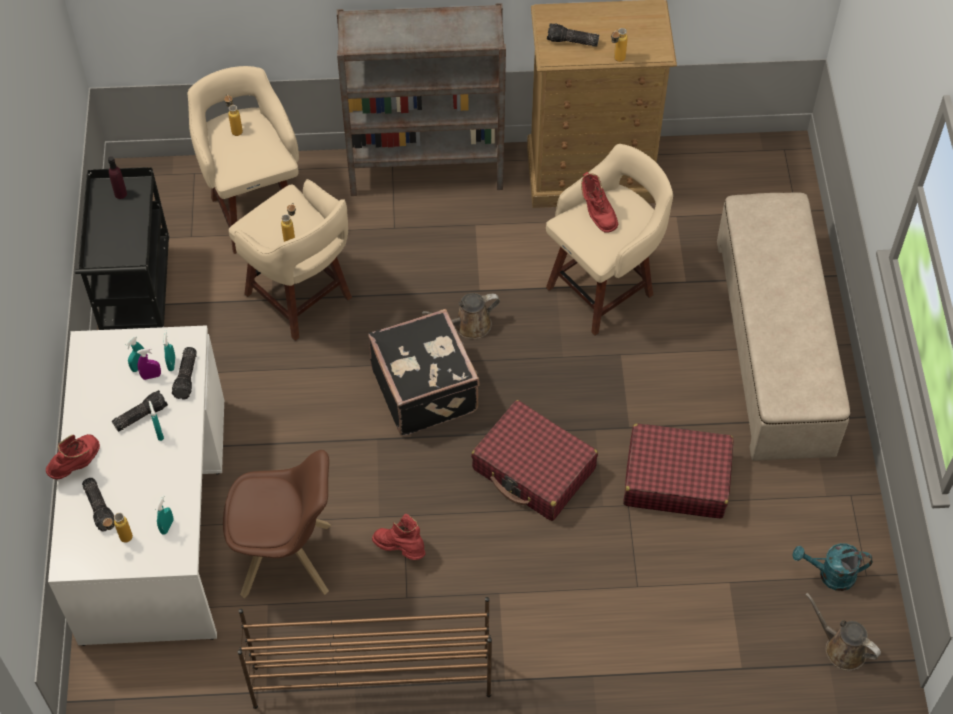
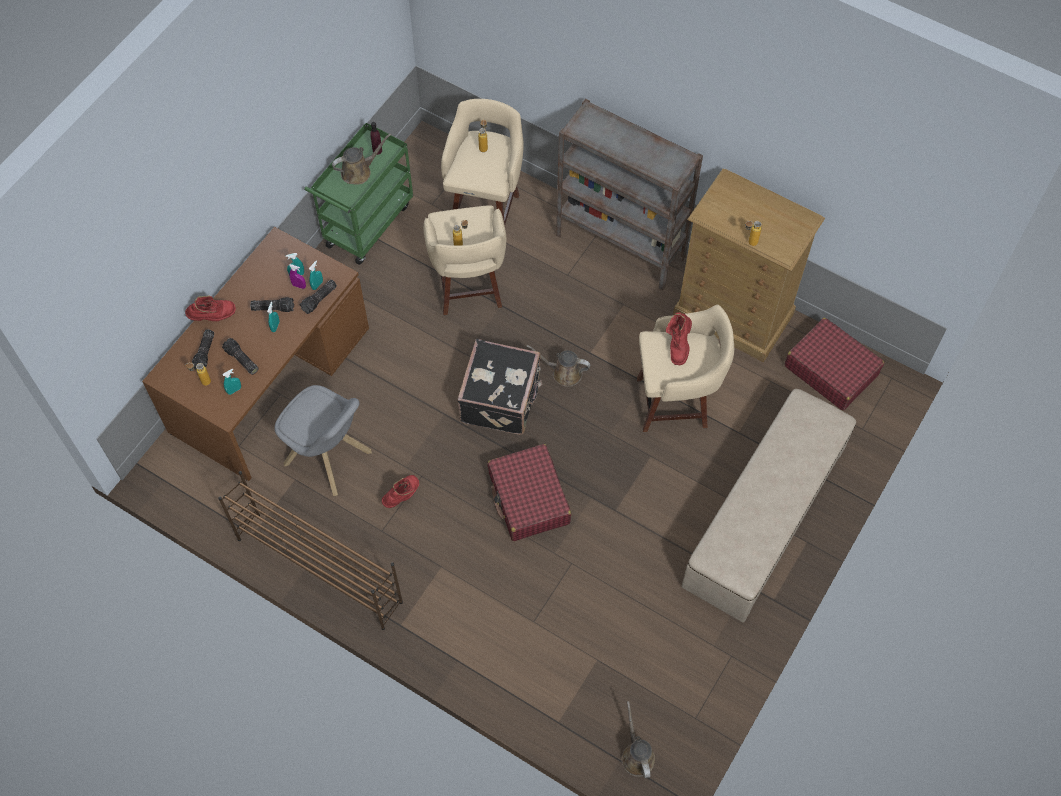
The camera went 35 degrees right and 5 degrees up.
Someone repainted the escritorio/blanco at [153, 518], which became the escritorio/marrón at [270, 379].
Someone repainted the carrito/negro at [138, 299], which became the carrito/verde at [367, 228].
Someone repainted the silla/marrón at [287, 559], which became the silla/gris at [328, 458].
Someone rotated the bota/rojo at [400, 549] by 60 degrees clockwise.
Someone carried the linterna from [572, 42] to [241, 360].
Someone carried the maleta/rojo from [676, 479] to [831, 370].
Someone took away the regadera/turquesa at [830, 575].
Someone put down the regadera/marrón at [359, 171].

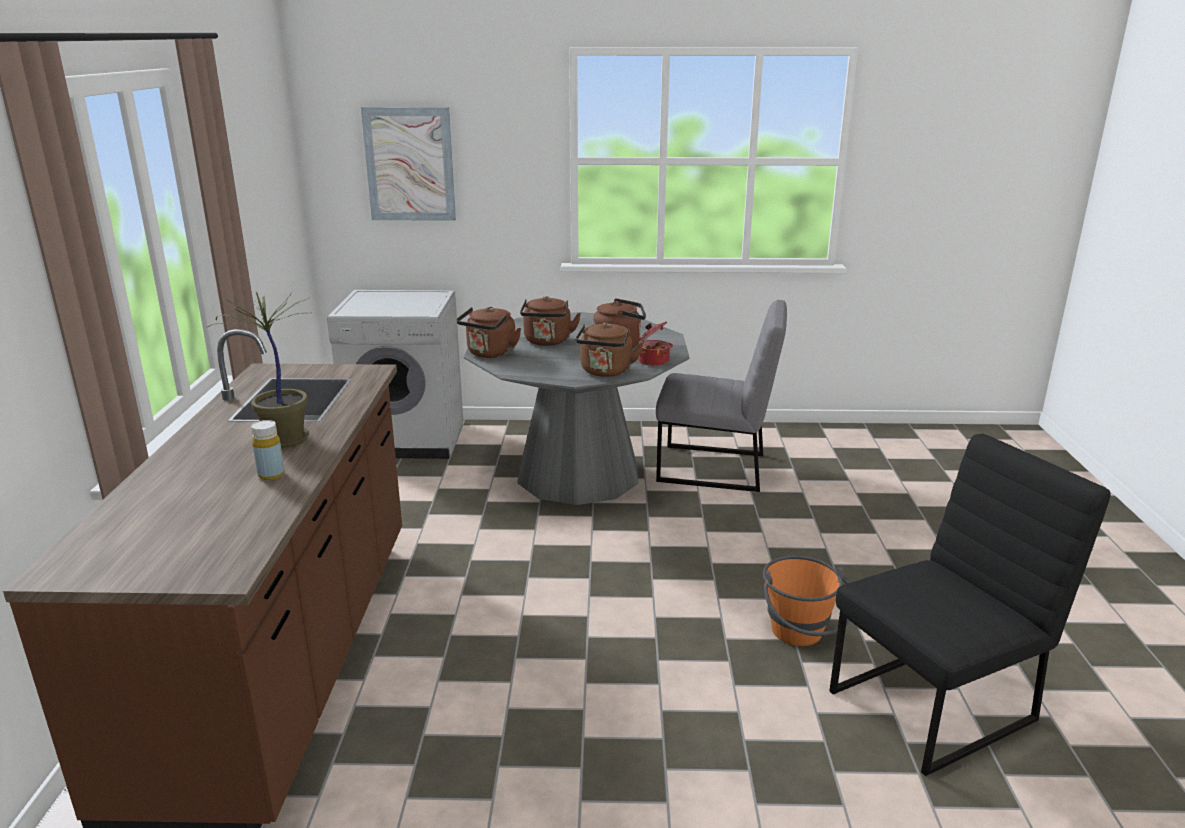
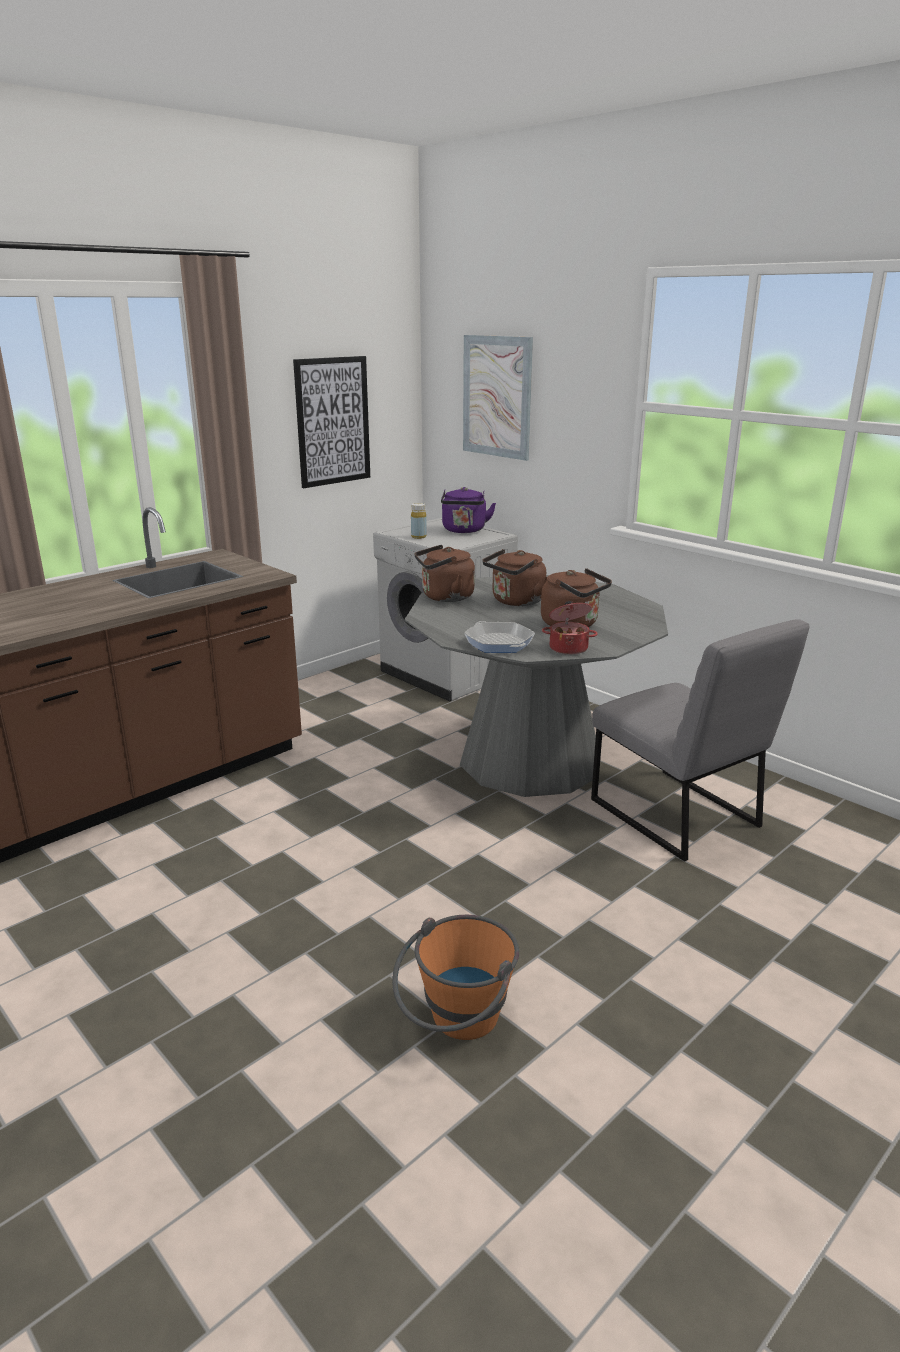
The camera went 45 degrees right and 0 degrees up.
Someone took away the planta en maceta at [283, 440].
Someone carried the botella/amarillo from [271, 475] to [418, 537].
Someone swapped the hervidor/marrón at [606, 372] for the sartén at [499, 643].
Someone took away the silla/negro at [937, 704].
Someone put up the cuadro at [332, 421].
Someone put down the hervidor/morado at [464, 530].

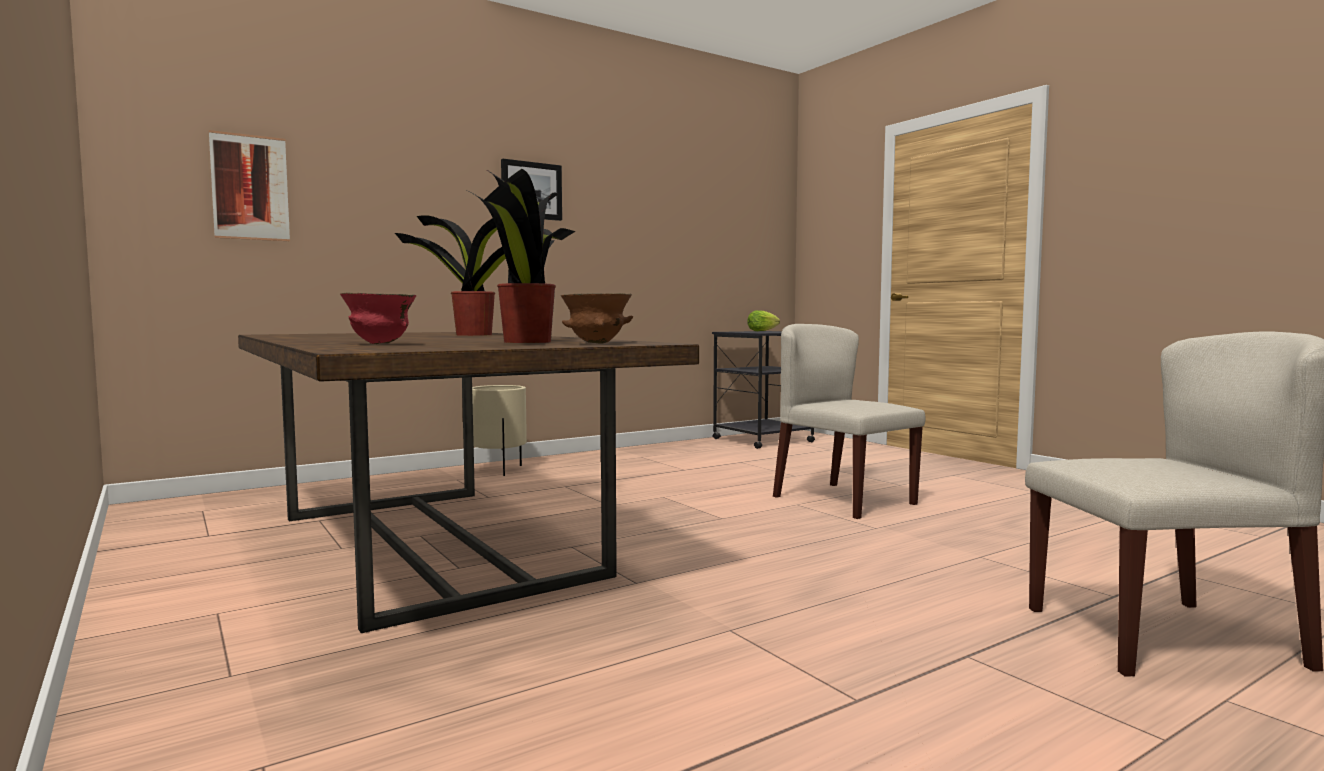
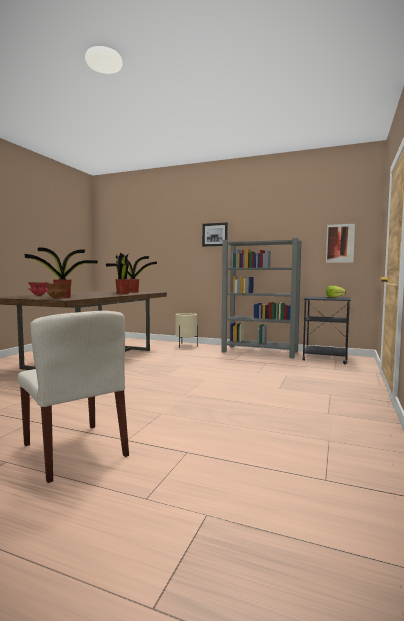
The camera went 55 degrees right and 0 degrees up.
Someone carried the cuadro from [250, 187] to [340, 243].
Someone took away the silla/beis at [842, 500].
Someone put down the planta en maceta at [132, 292].
Someone put down the estantería/gris at [260, 352].

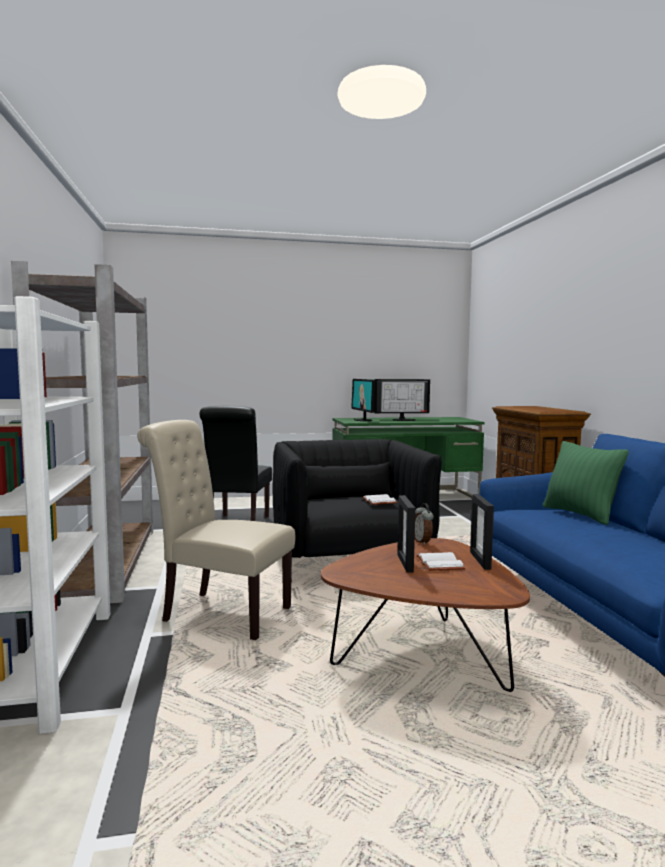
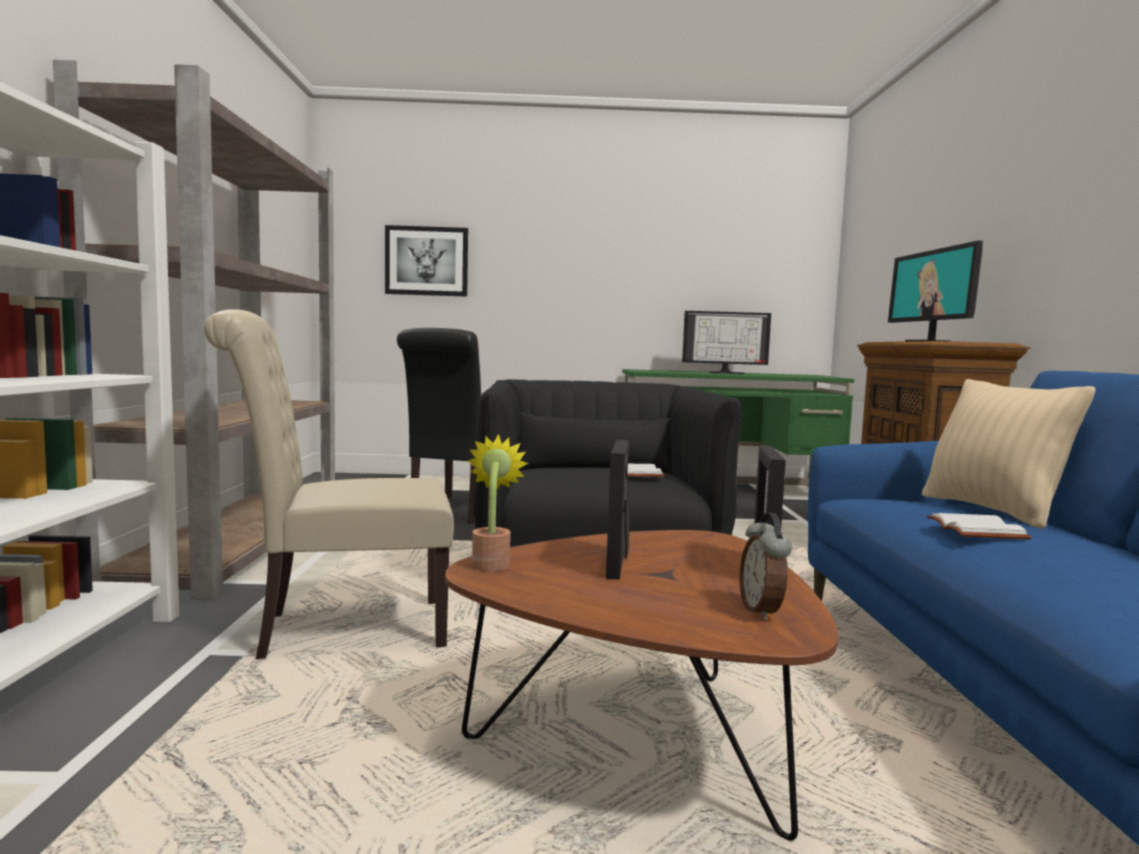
The camera went 10 degrees right and 0 degrees up.
Someone rotated the silla/beis at [220, 613] by 45 degrees counterclockwise.
Someone carried the monitor from [363, 420] to [928, 342].
Someone carried the despertador from [423, 542] to [762, 611].
Someone carried the libro/blanco from [438, 563] to [973, 529].
Someone repainted the cojín/verde at [580, 514], which became the cojín/beis at [992, 510].
Someone put up the cuadro at [426, 261].
Someone put down the planta en maceta at [492, 562].

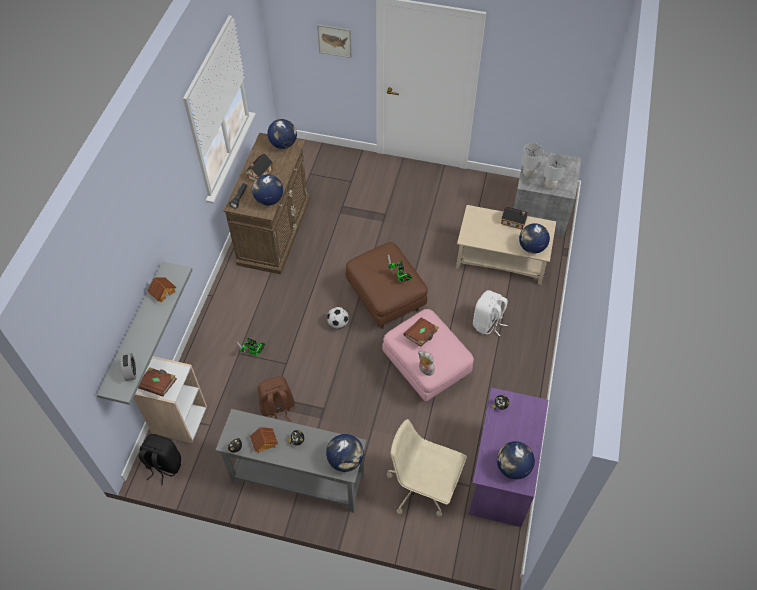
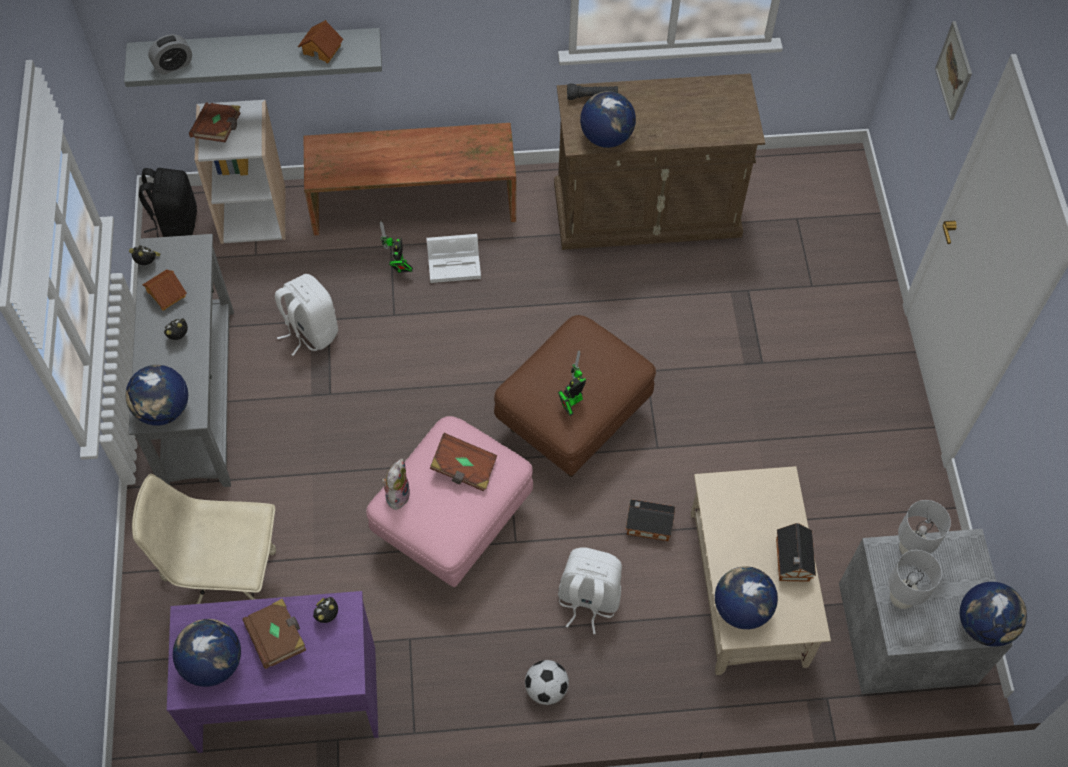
The camera went 70 degrees right and 5 degrees up.
Someone carried the casita from [259, 174] to [647, 524].
Someone repainted the mochila/marrón at [277, 408], which became the mochila/blanco at [310, 331].
Someone carried the globo terráqueo from [283, 144] to [984, 625].
Someone carried the balón de fútbol from [338, 323] to [546, 688].
Someone rotated the silla de oficina/beis at [423, 489] by 90 degrees counterclockwise.
Someone put down the libro/marrón at [277, 638].
Someone put down the banco/marrón at [415, 200].
Someone put down the caja de almacenaje/blanco at [455, 264].

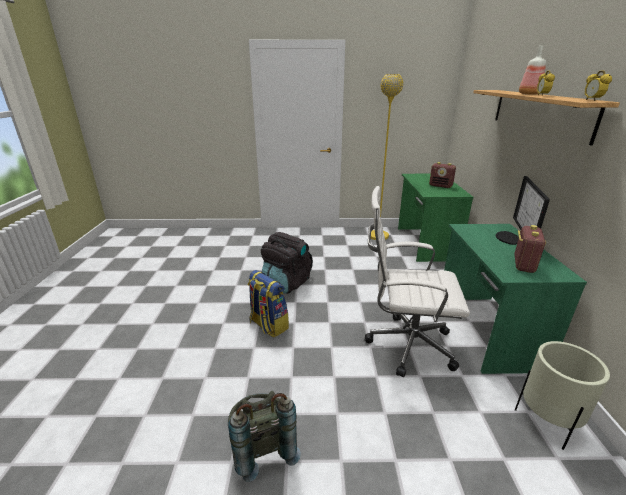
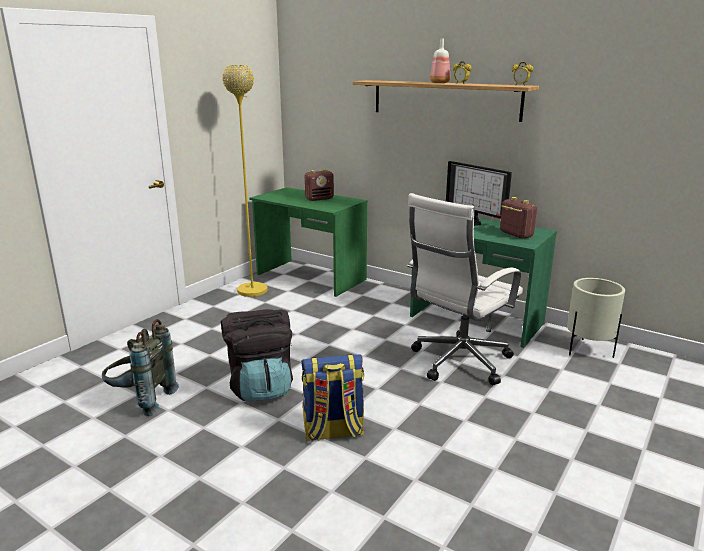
The camera went 55 degrees left and 5 degrees down.
Someone carried the mochila/gris from [262, 448] to [141, 400].

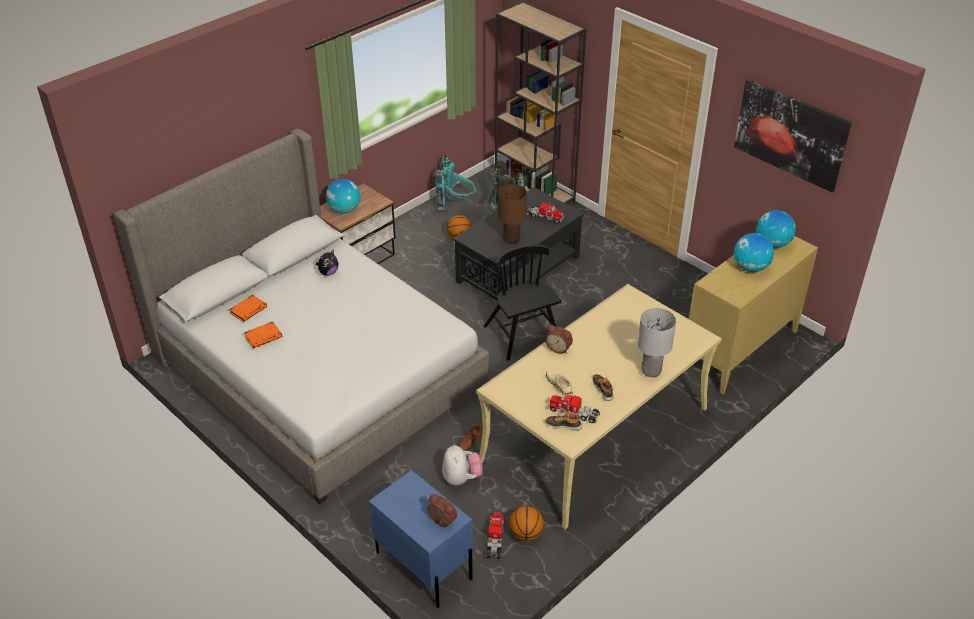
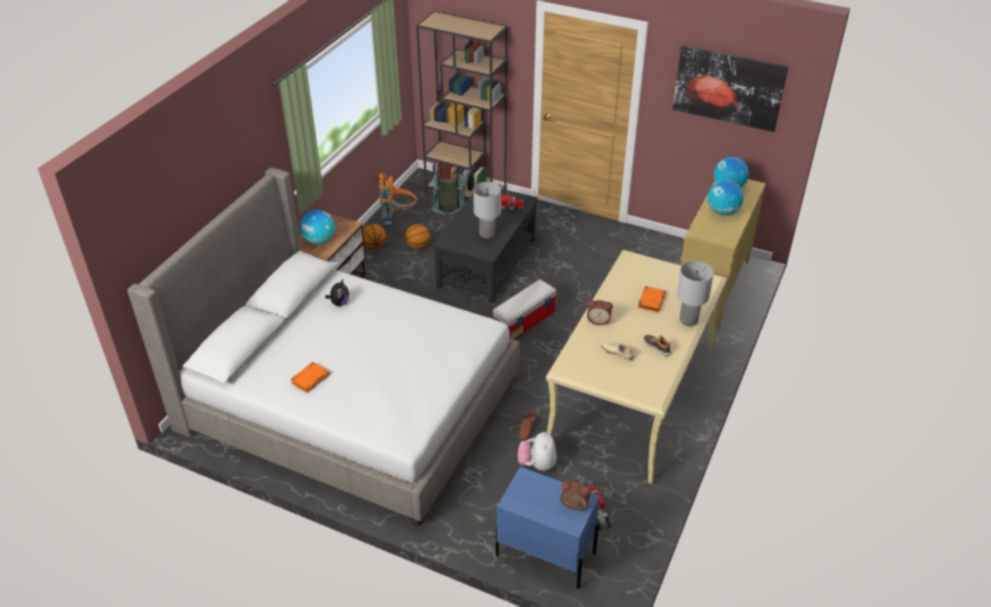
The camera went 20 degrees left and 0 degrees up.
Someone carried the libro/naranja from [248, 310] to [651, 301].
Someone repainted the mochila/turquesa at [455, 204], which became the mochila/naranja at [398, 216].
Someone rotated the peluche at [461, 478] by 150 degrees counterclockwise.
Someone swapped the silla/negro at [523, 337] for the caja de almacenaje at [524, 322].
Someone repainted the lámpara de mesa/marrón at [511, 240], which became the lámpara de mesa/gris at [487, 235].
Someone carried the balón de baloncesto from [525, 534] to [374, 246].
Someone took away the zapato at [563, 424].
Someone took away the camión de juguete at [574, 412].

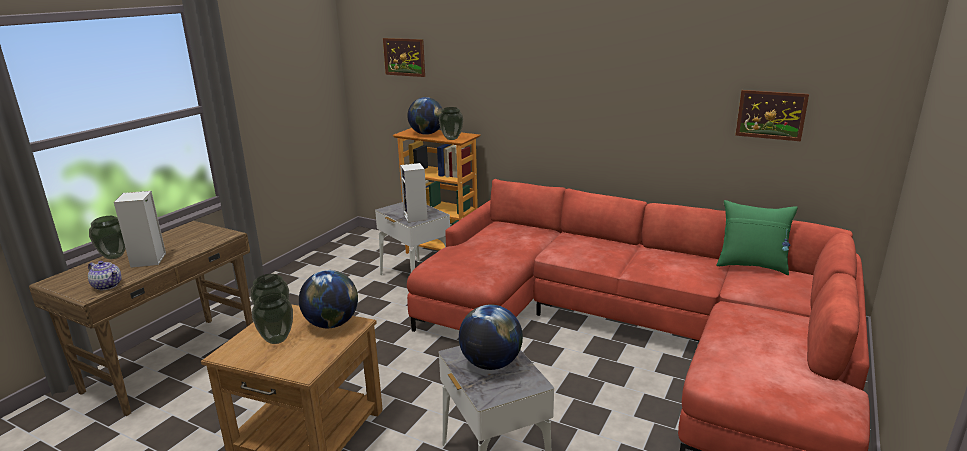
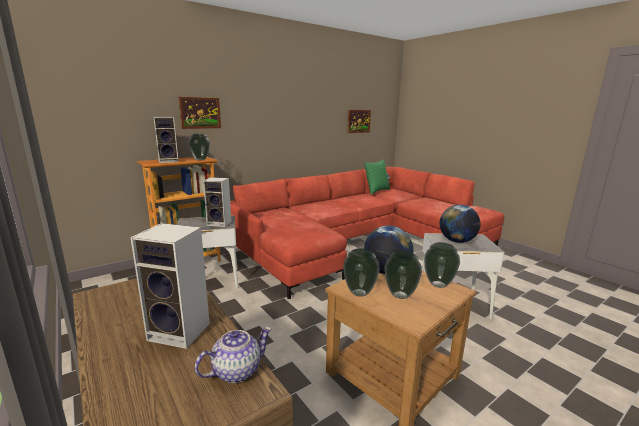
The camera went 65 degrees left and 5 degrees down.
Someone carried the florero from [114, 257] to [439, 284].
Someone carried the cuadro from [404, 57] to [200, 113].
Someone swapped the globo terráqueo at [426, 134] for the altavoz at [169, 161].

